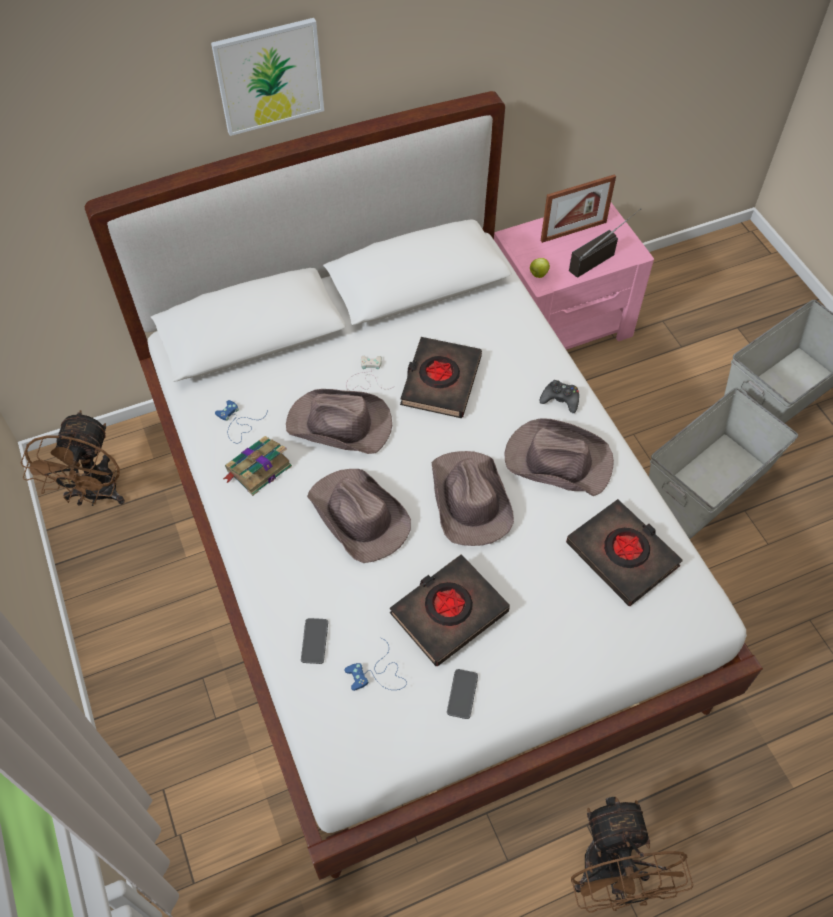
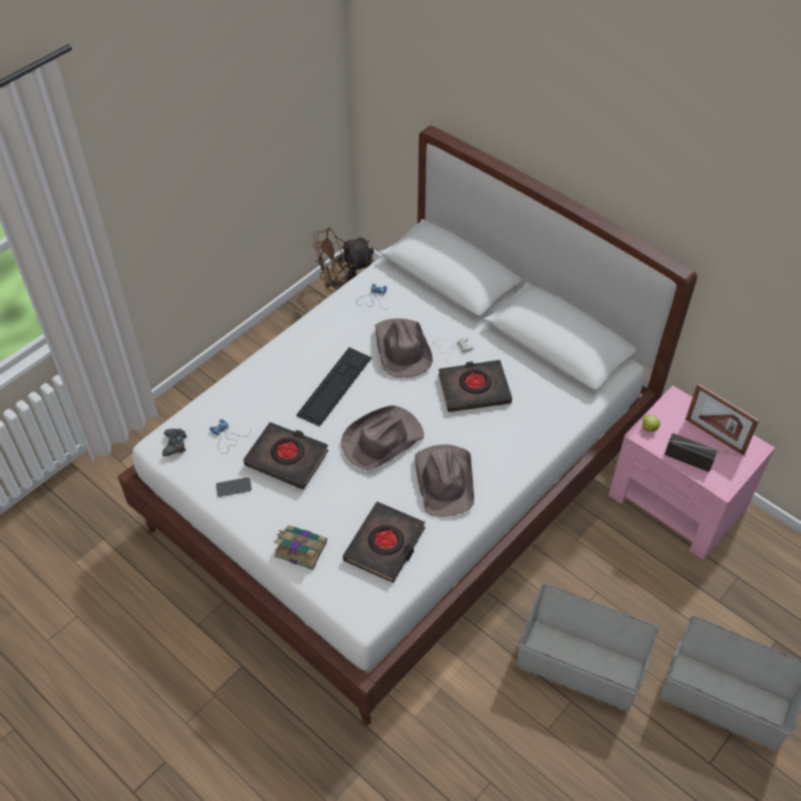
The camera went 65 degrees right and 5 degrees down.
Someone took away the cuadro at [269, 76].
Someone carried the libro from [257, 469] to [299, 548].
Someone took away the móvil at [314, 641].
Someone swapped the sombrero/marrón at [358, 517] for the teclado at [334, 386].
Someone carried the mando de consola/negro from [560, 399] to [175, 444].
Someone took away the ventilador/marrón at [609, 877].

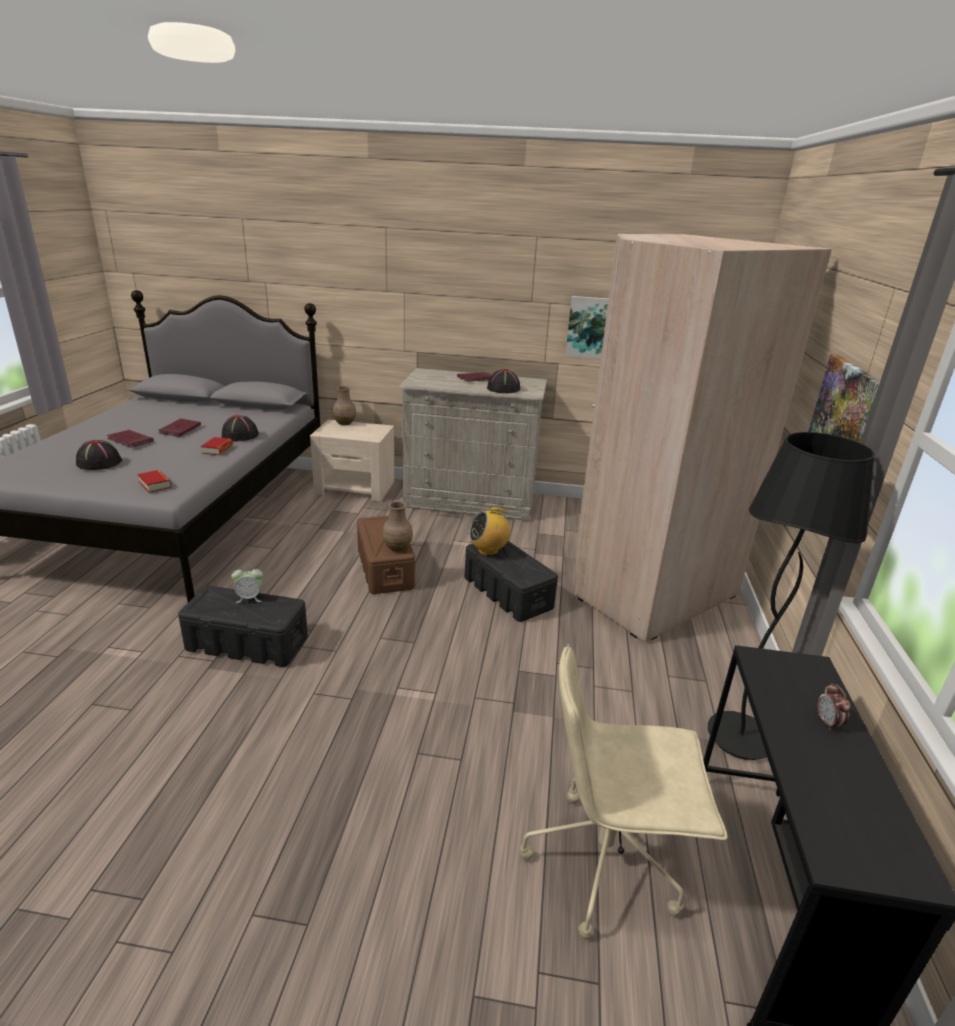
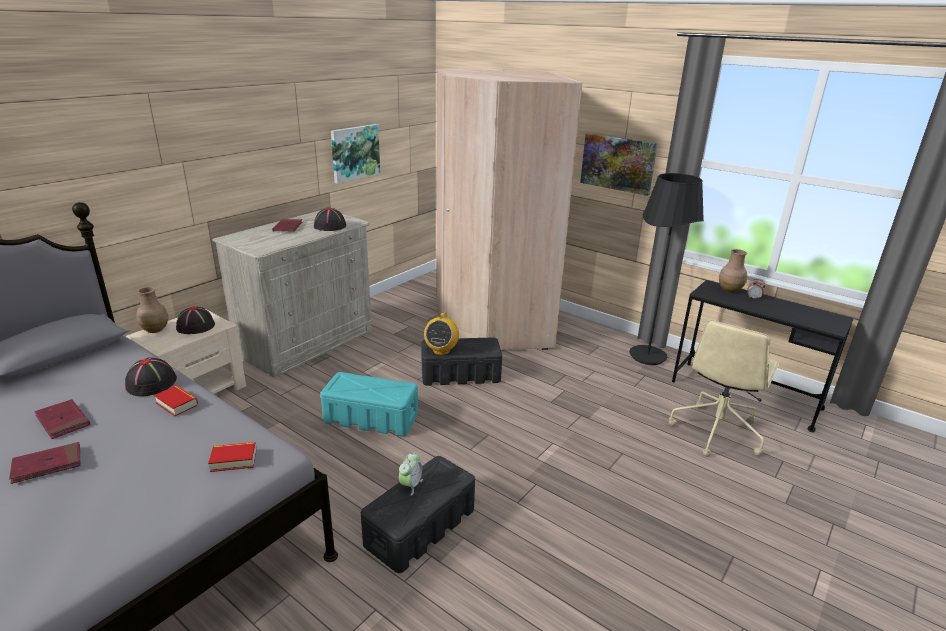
The camera went 60 degrees left and 0 degrees up.
Someone carried the sombrero/negro from [98, 462] to [195, 326].
Someone repainted the caja de almacenaje/marrón at [385, 568], which became the caja de almacenaje/turquesa at [370, 418].
Someone carried the florero/marrón from [397, 547] to [729, 289].

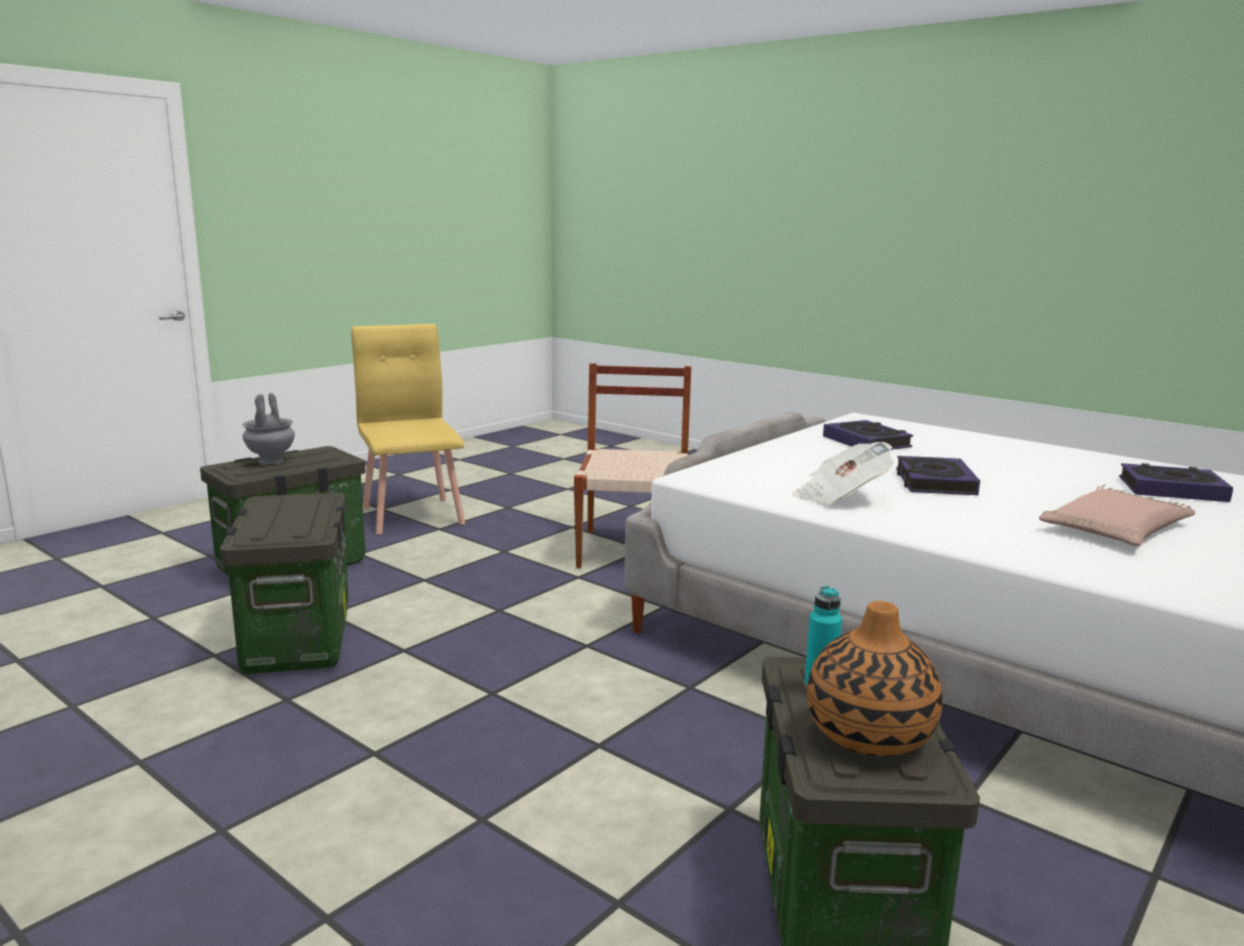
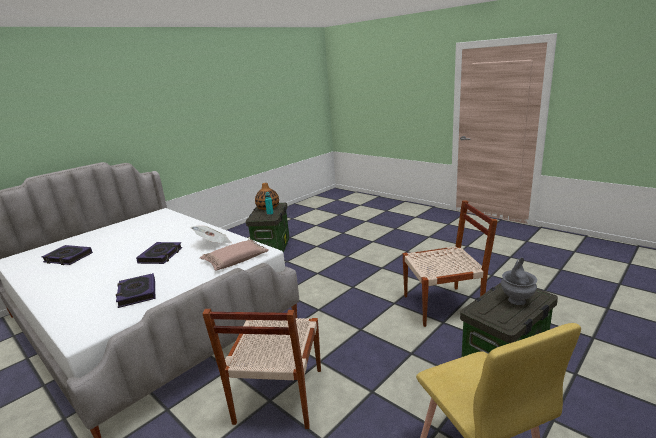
The camera went 175 degrees left and 5 degrees up.
Someone swapped the caja de almacenaje at [296, 639] for the silla at [444, 306].
Someone carried the cojín/beis from [1115, 527] to [235, 258].

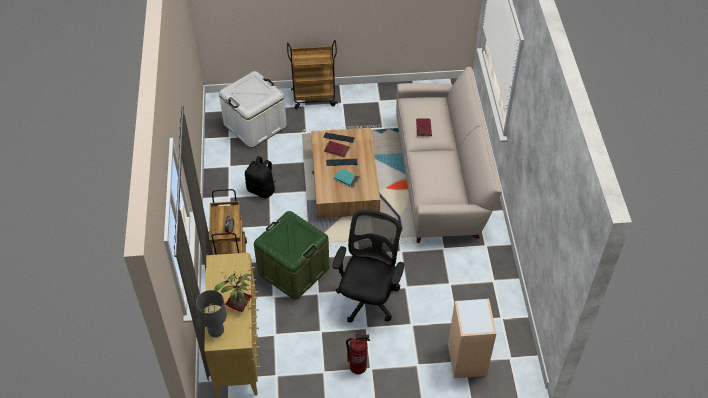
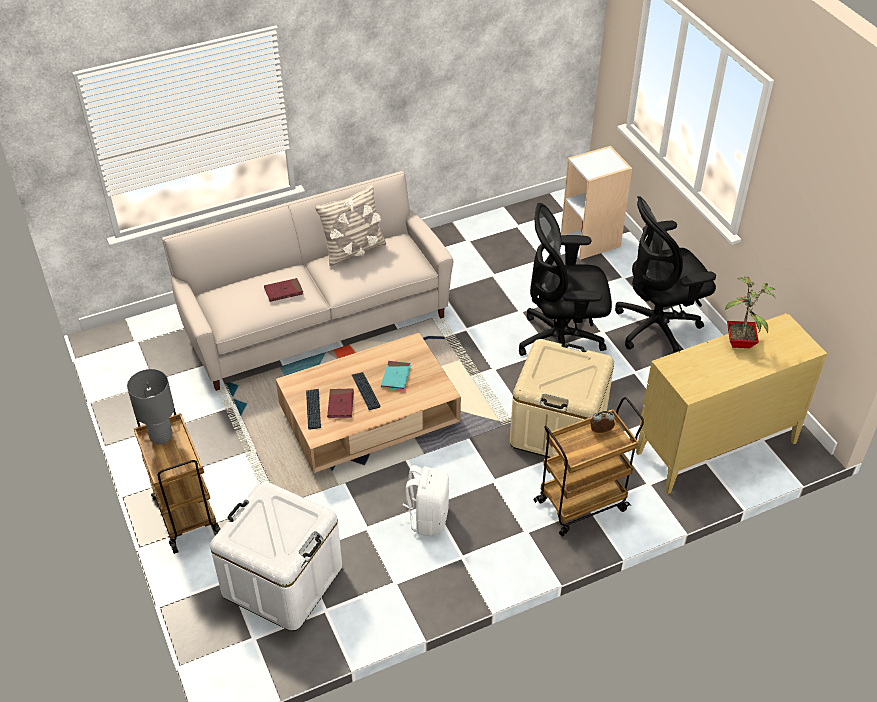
The camera went 110 degrees left and 5 degrees down.
Someone carried the lámpara de mesa/gris from [216, 331] to [161, 438].
Someone repainted the mochila/negro at [262, 189], which became the mochila/blanco at [427, 517].
Someone repainted the caja de almacenaje/verde at [293, 270], which became the caja de almacenaje/beis at [558, 428].
Someone swapped the extintor at [358, 367] for the silla de oficina/negro at [660, 325].
Someone put down the cojín/beis at [354, 251].

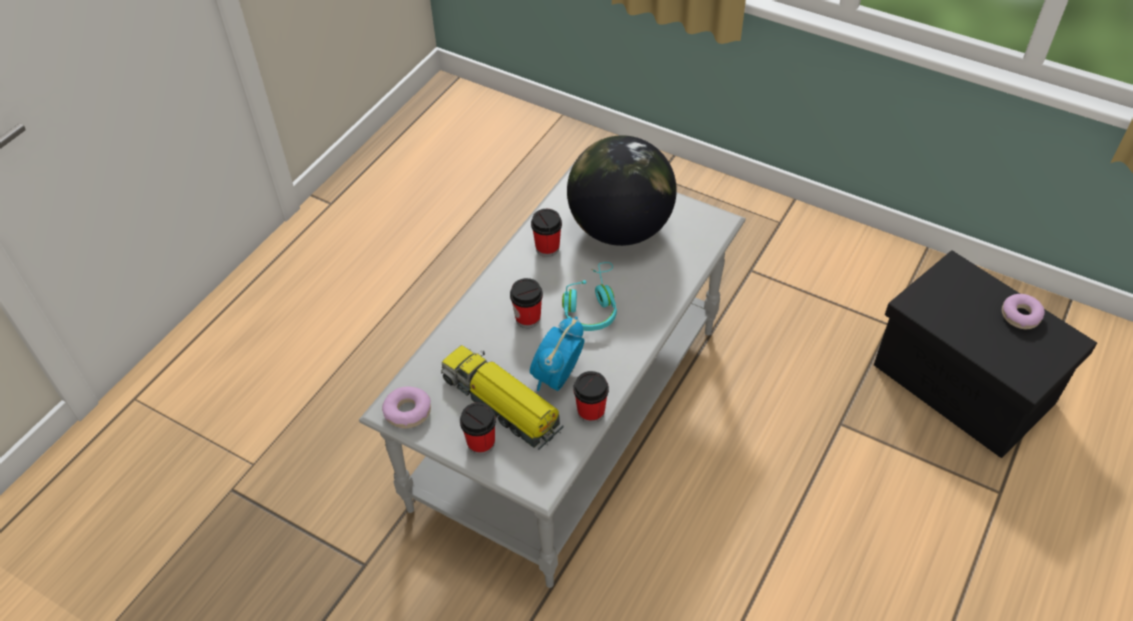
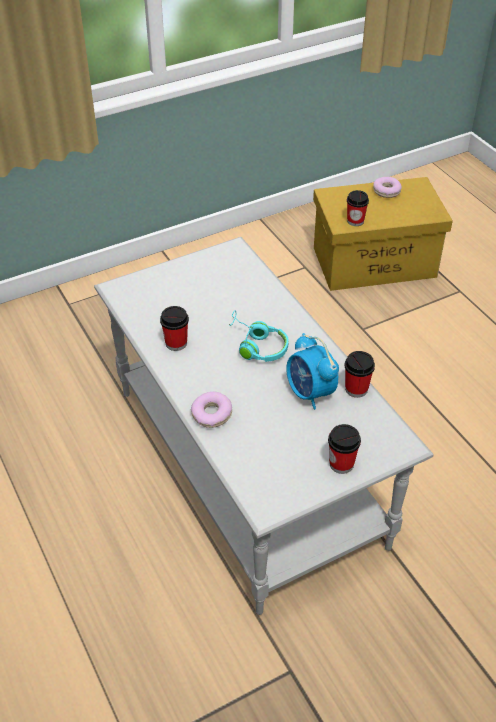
The camera went 60 degrees left and 5 degrees down.
Someone carried the rosquilla from [408, 412] to [211, 414].
Someone took away the camión de juguete at [502, 404].
Someone carried the taza from [528, 318] to [355, 221].
Someone took away the globo terráqueo at [620, 228].
Someone repainted the caja de almacenaje/negro at [965, 384], which became the caja de almacenaje/amarillo at [375, 261].

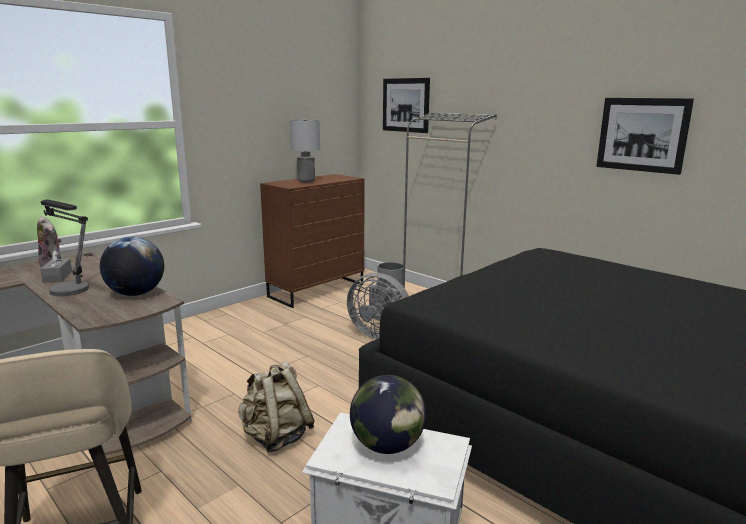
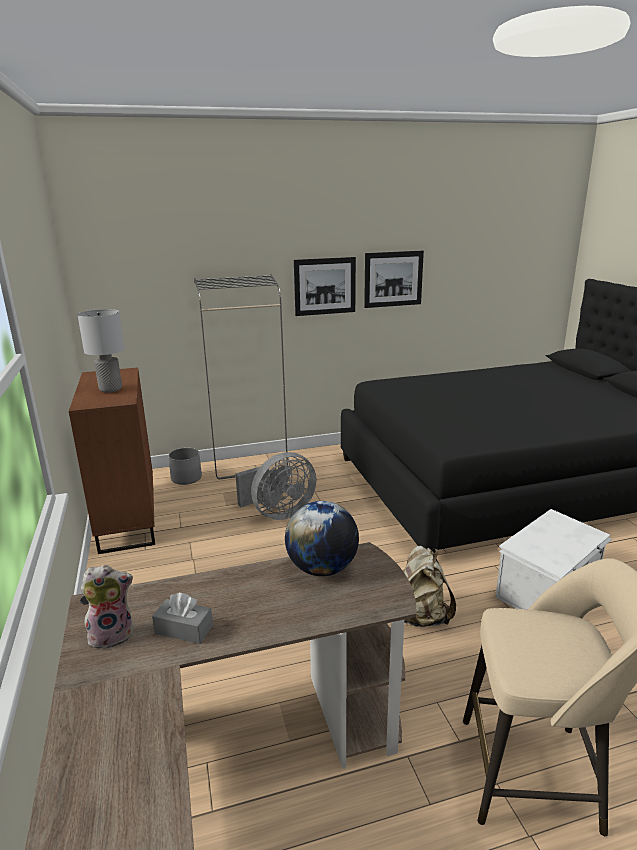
The camera went 60 degrees left and 5 degrees up.
Someone took away the lámpara de mesa at [73, 293].
Someone took away the globo terráqueo at [387, 446].
Someone carried the cuadro from [405, 105] to [325, 286].

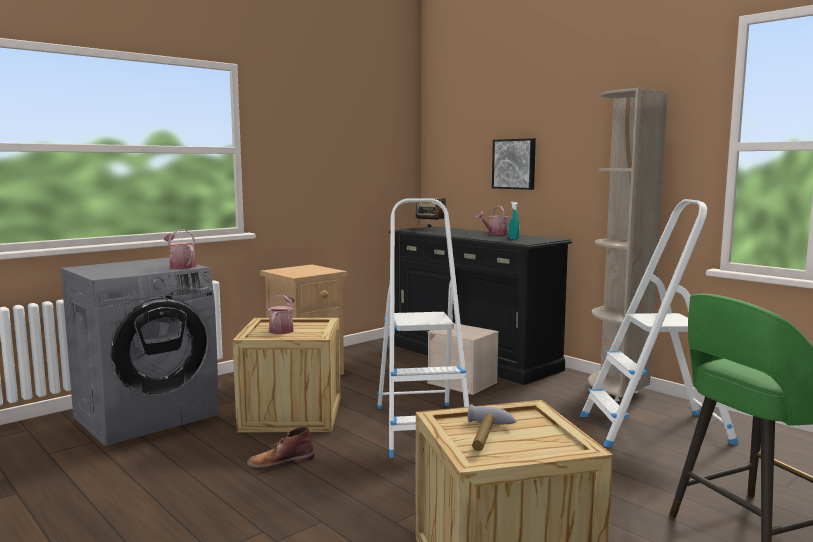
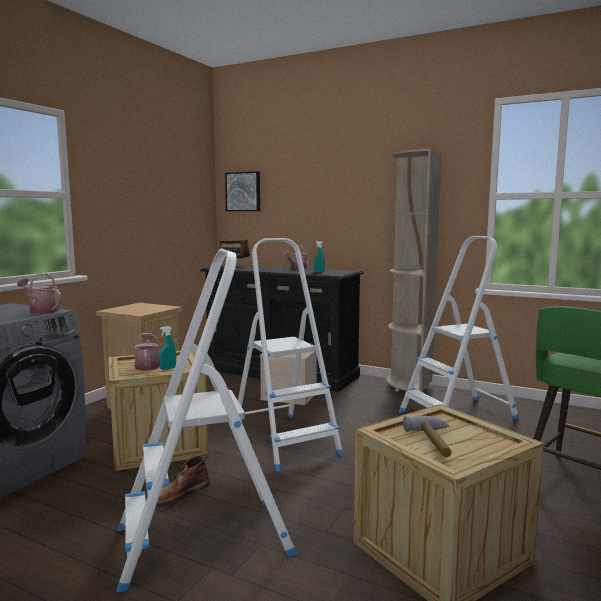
The camera went 20 degrees left and 0 degrees up.
Someone carried the cuadro from [514, 164] to [243, 191].
Someone put down the escalera de tijera/blanco at [201, 541].
Someone put down the pulverizador/turquesa at [168, 368].

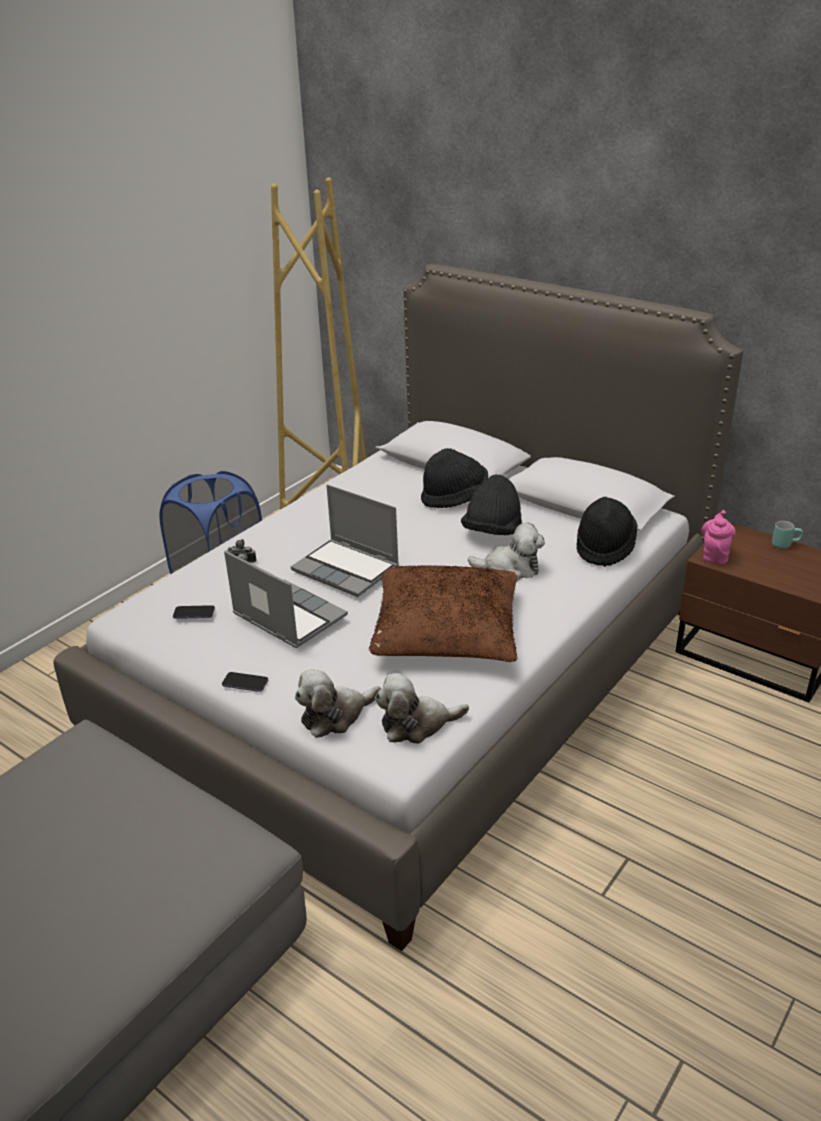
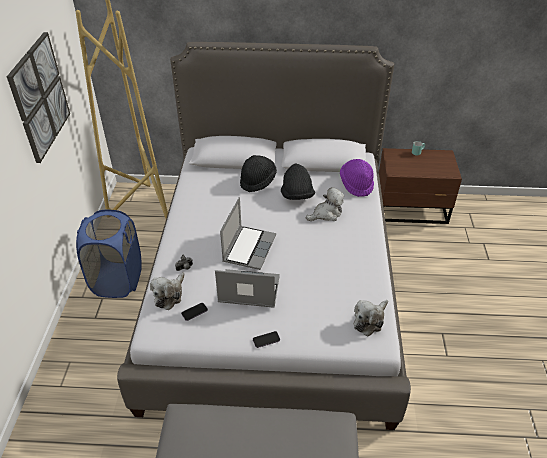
The camera went 35 degrees left and 10 degrees up.
Someone rotated the portátil at [347, 569] by 75 degrees counterclockwise.
Someone carried the peluche from [335, 715] to [169, 295].
Someone took away the cojín/marrón at [445, 631].
Someone repainted the sombrero/negro at [604, 547], which became the sombrero/morado at [356, 184].
Someone took away the tetera/rosa at [715, 555].
Someone put up the cuadro at [40, 97].

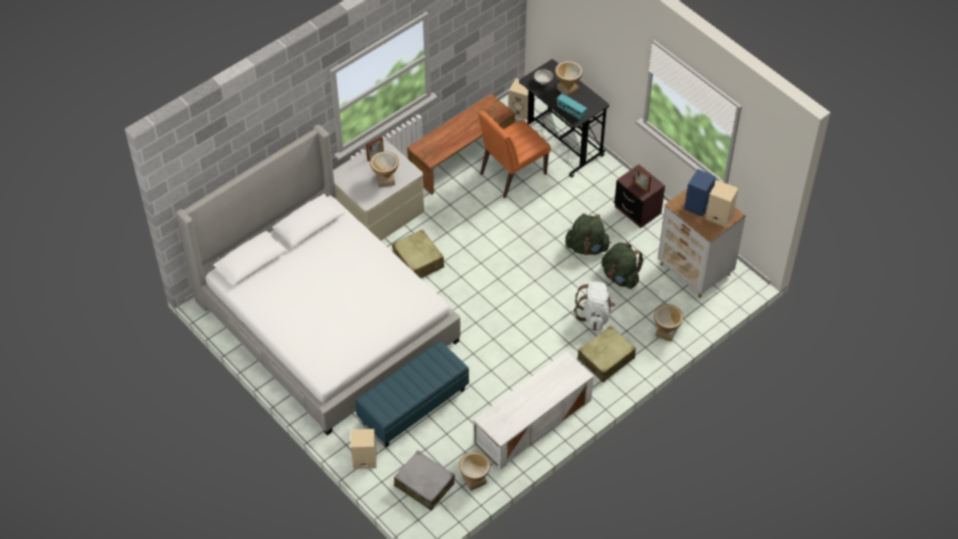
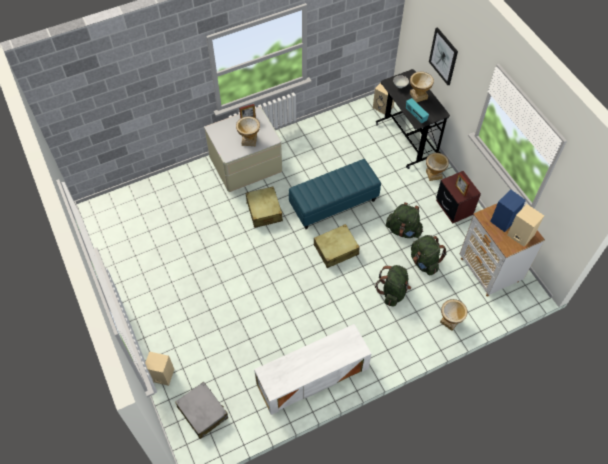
The camera went 15 degrees right and 5 degrees up.
Someone took away the cama at [327, 321].
Someone carried the puf/azul from [413, 406] to [333, 204].
Someone took away the banco/marrón at [461, 156].
Someone carried the florero from [474, 480] to [434, 175].
Someone took away the silla/naranja at [513, 173].
Someone repainted the mochila/blanco at [594, 316], which became the mochila/verde at [393, 291].
Someone carried the maleta/beis from [606, 359] to [336, 250].
Someone put up the cuadro at [443, 56].

